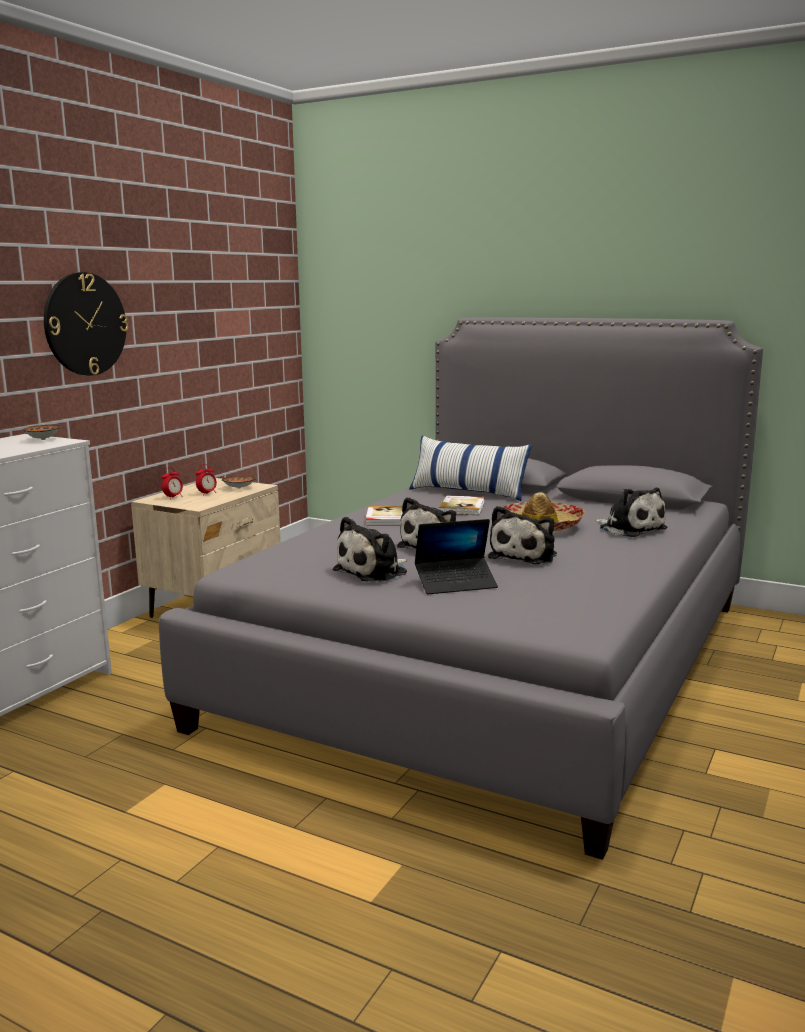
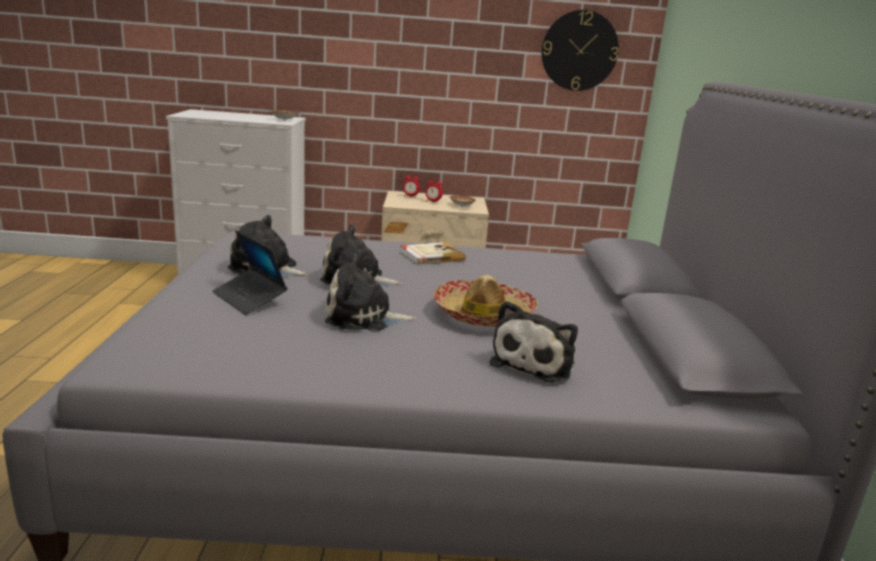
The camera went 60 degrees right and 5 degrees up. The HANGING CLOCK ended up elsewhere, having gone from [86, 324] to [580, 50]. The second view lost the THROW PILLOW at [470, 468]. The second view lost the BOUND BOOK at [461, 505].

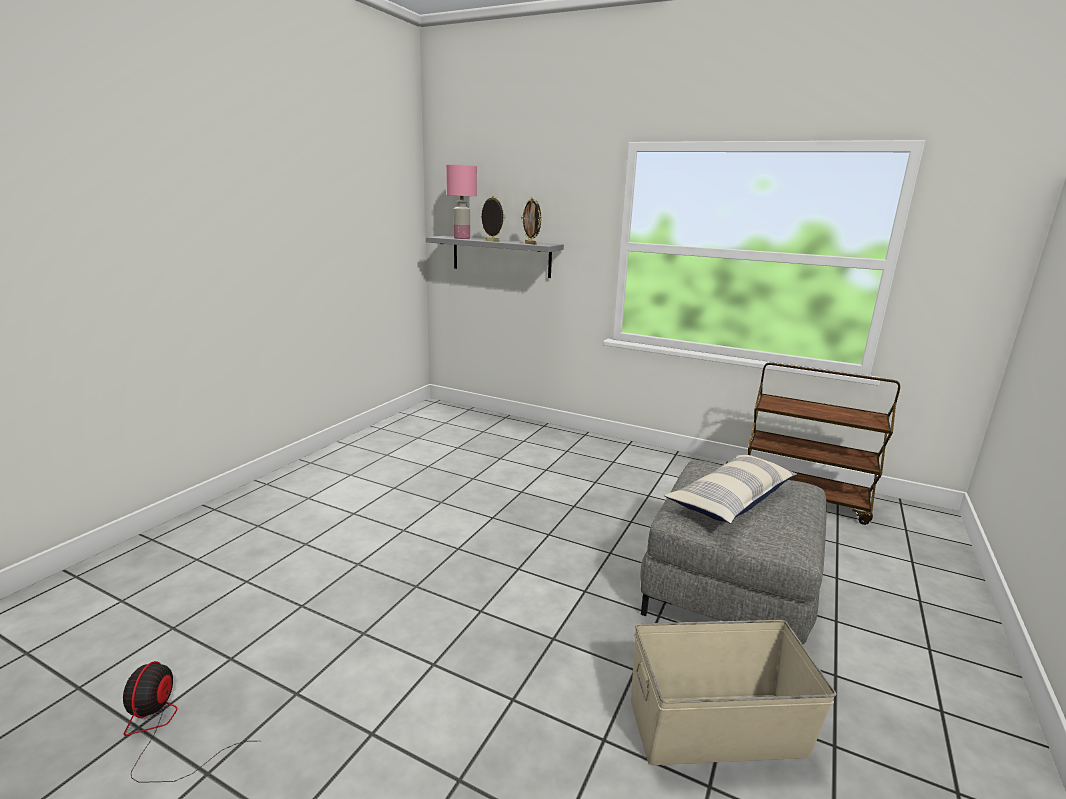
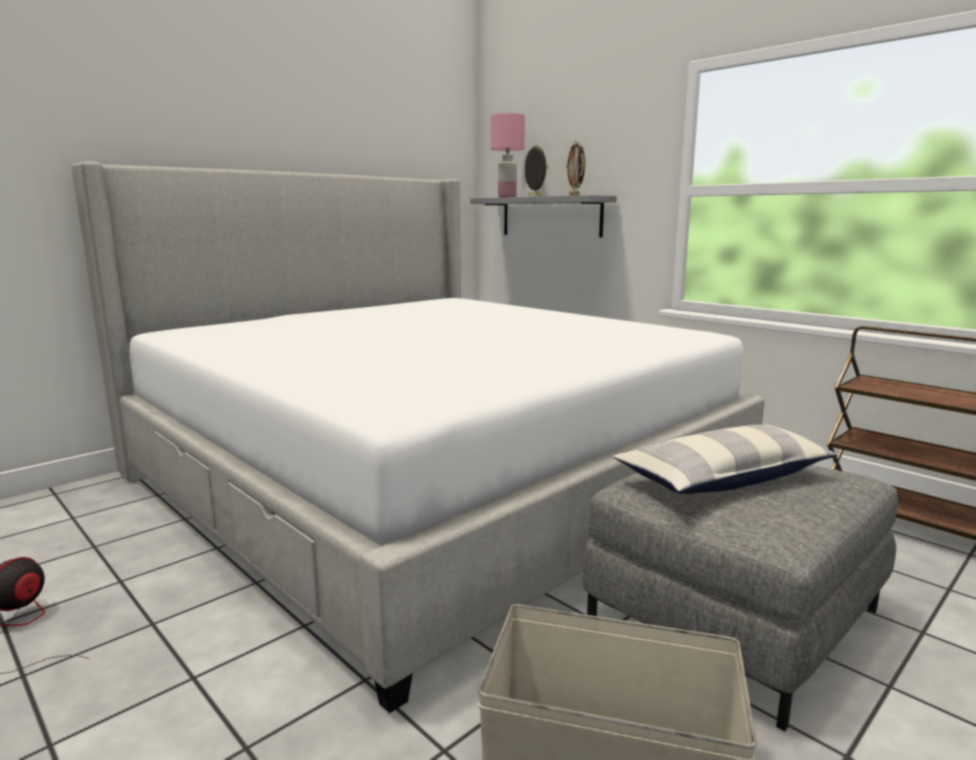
The camera went 20 degrees right and 5 degrees down. The second view gained the BEDROOM BED at [418, 437].

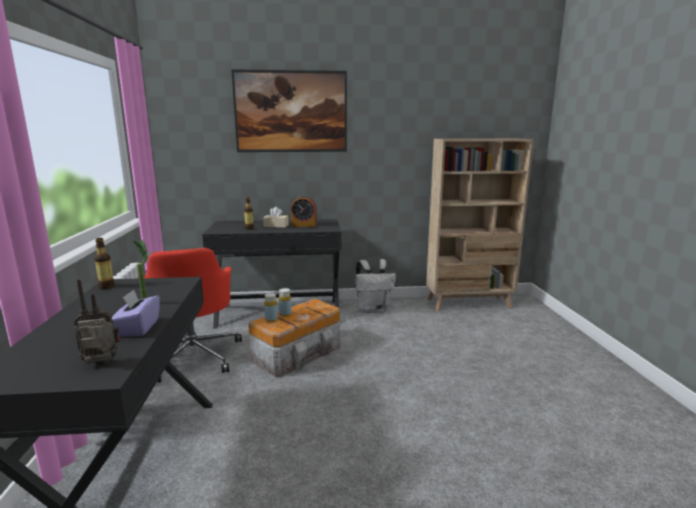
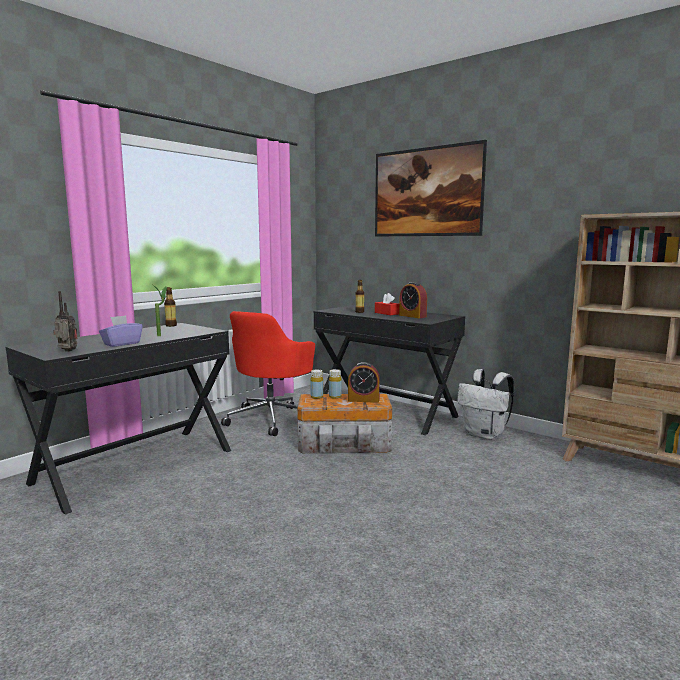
The camera went 45 degrees right and 5 degrees down. The second view gained the ALARM CLOCK at [364, 382]. What was the SAND-COLOURED TISSUE HOLDER at [276, 217] turned into the RED-COLOURED TISSUE HOLDER at [387, 304].

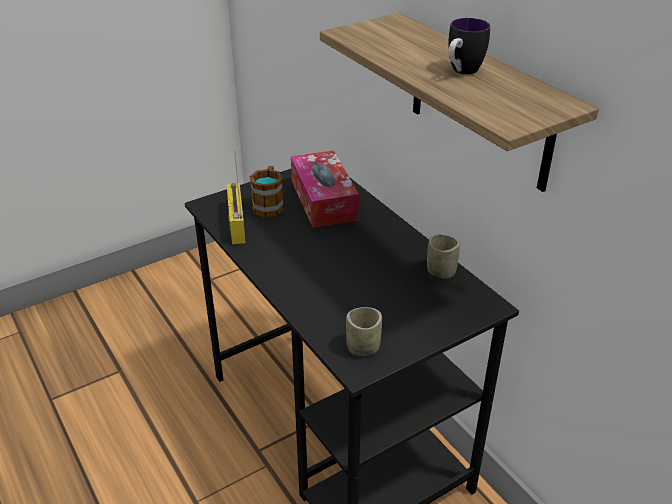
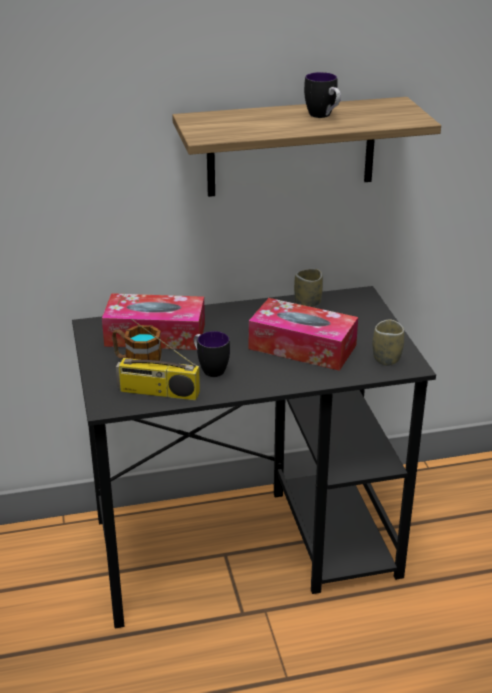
The camera went 70 degrees left and 5 degrees down. The second view gained the TEA MUG at [212, 354]. The second view gained the TISSUE HOLDER at [303, 334].

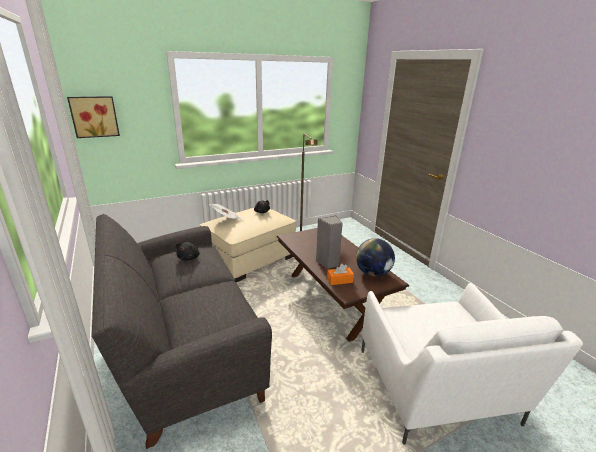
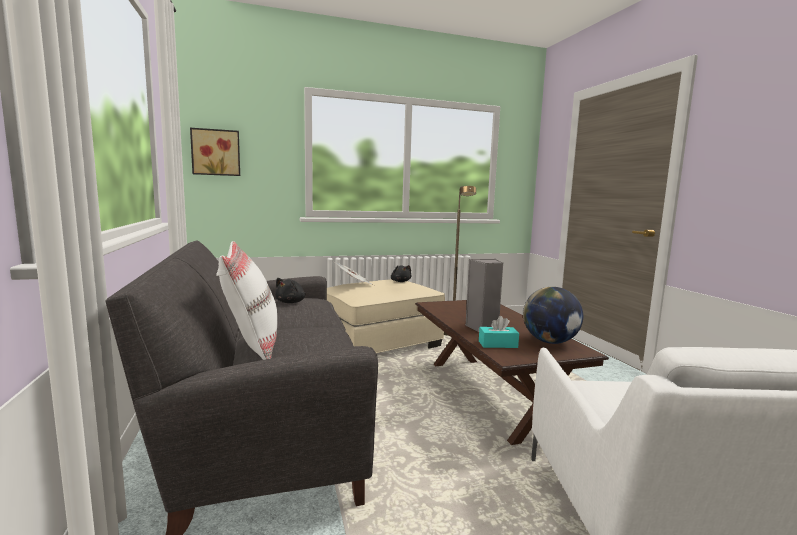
The camera went 10 degrees right and 15 degrees down. The second view gained the WHITE-COLOURED THROW PILLOW at [246, 300]. What was the ORANGEY TISSUE HOLDER at [340, 274] turned into the BLUE-GREEN TISSUE HOLDER at [499, 332].

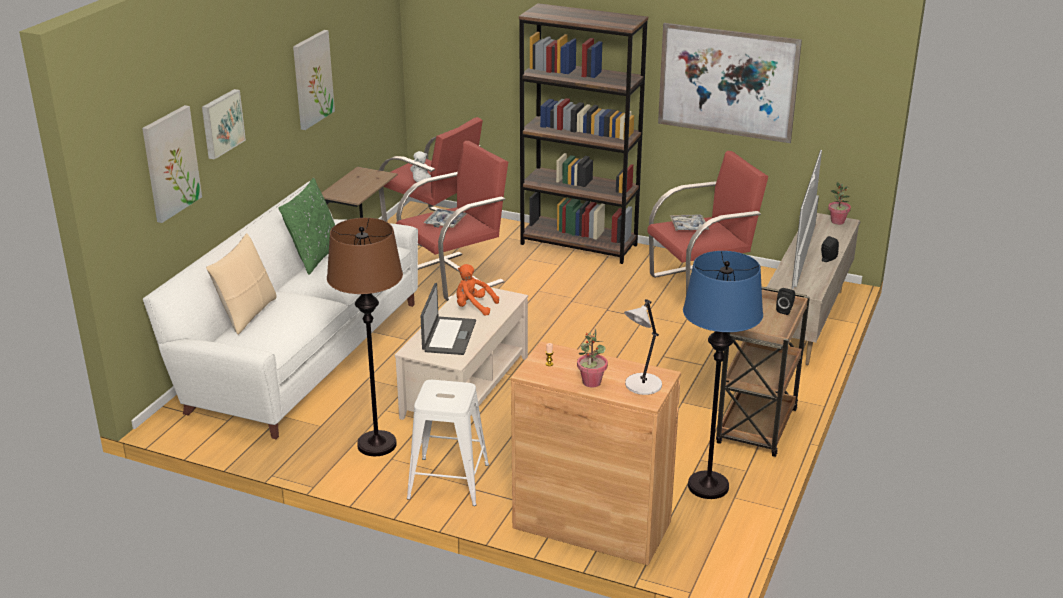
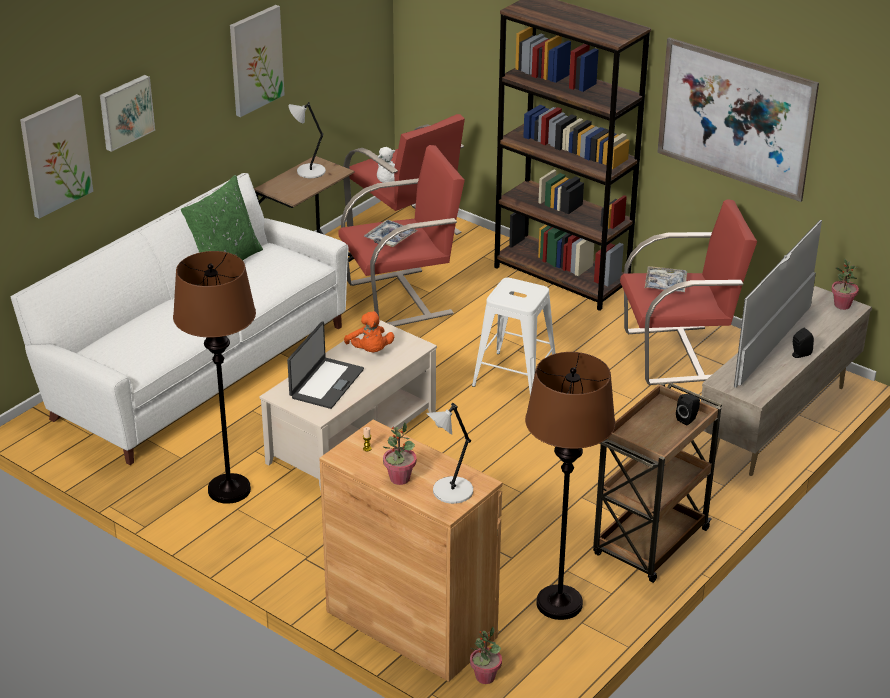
The camera went 15 degrees right and 5 degrees up. The second view gained the GRAY TABLETOP LAMP at [307, 140]. The ORANGEY SOFT TOY at [477, 289] ended up facing another way, 150 degrees counterclockwise from before. The second view gained the PLANT IN A POT at [486, 655]. The WHITE-COLOURED STOOL ended up elsewhere, having gone from [448, 443] to [514, 336]. What was the BLUE STANDARD LAMP at [723, 375] turned into the BROWN STANDARD LAMP at [570, 486]. The second view lost the SAND-COLOURED THROW PILLOW at [241, 283].

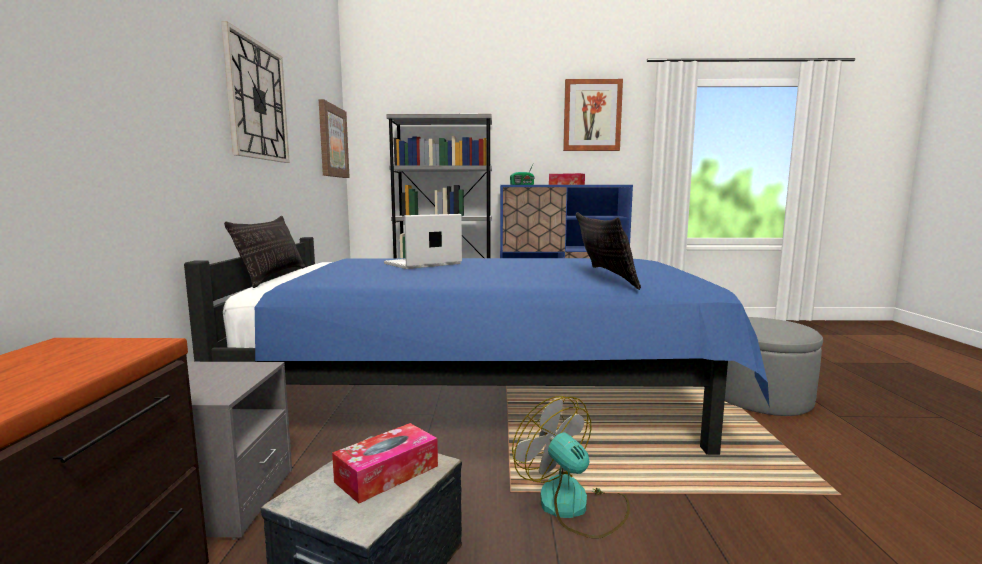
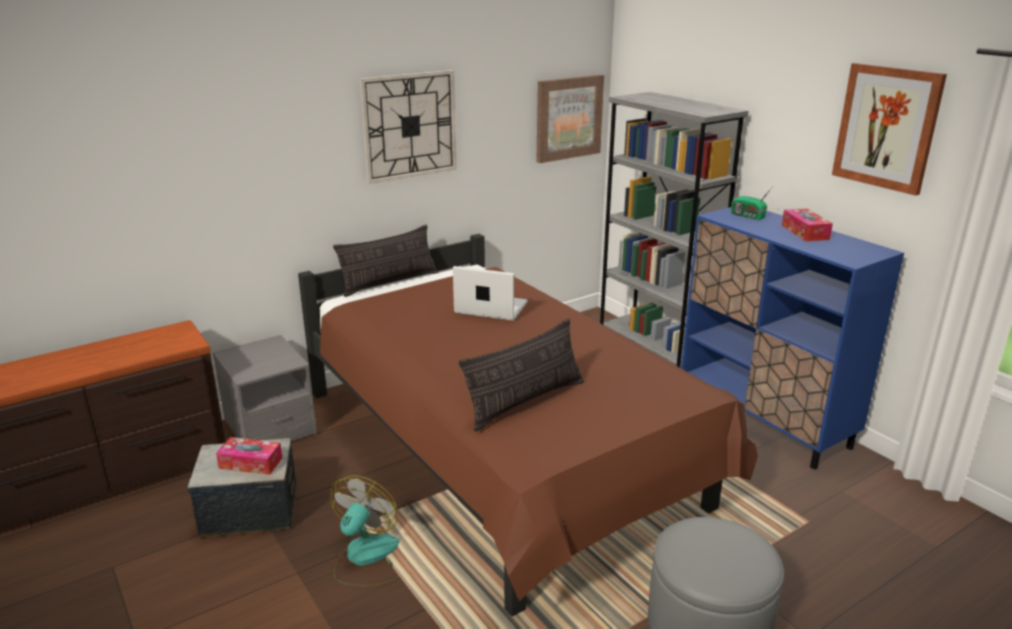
The camera went 55 degrees right and 15 degrees up. What was the BLUE BEDROOM BED at [477, 346] turned into the BROWN BEDROOM BED at [528, 425].

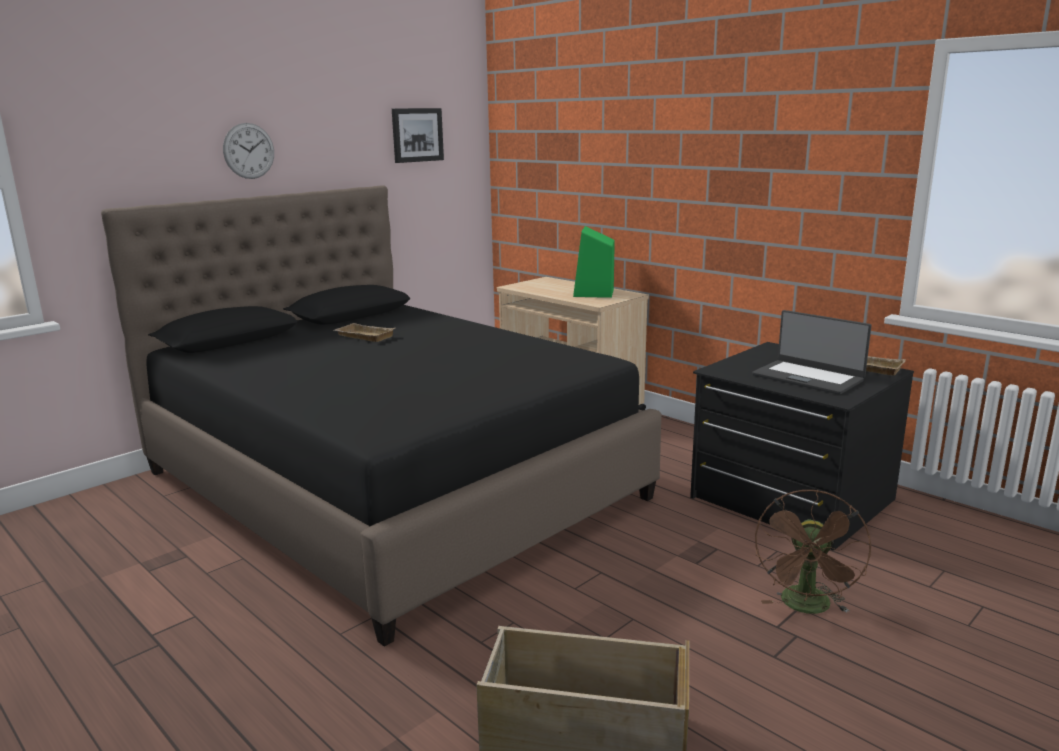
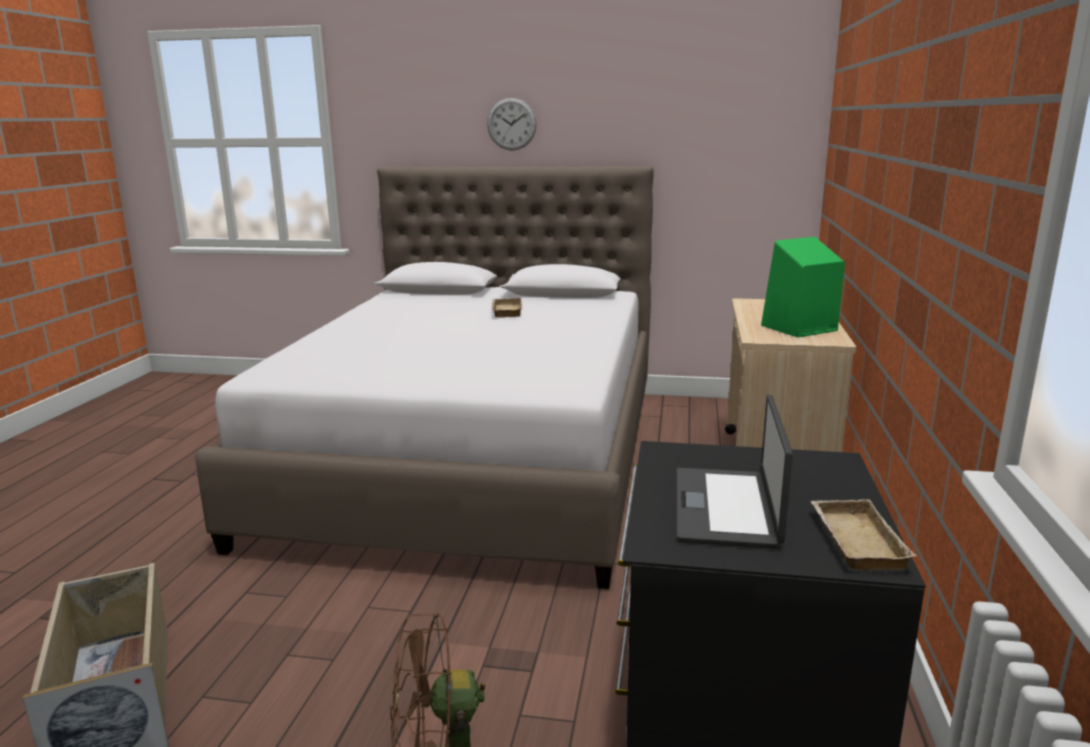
The camera went 55 degrees right and 0 degrees up. What was the BLACK-COLOURED BEDROOM BED at [381, 416] turned into the WHITE-COLOURED BEDROOM BED at [424, 377]. The second view lost the WALL ART at [418, 135].

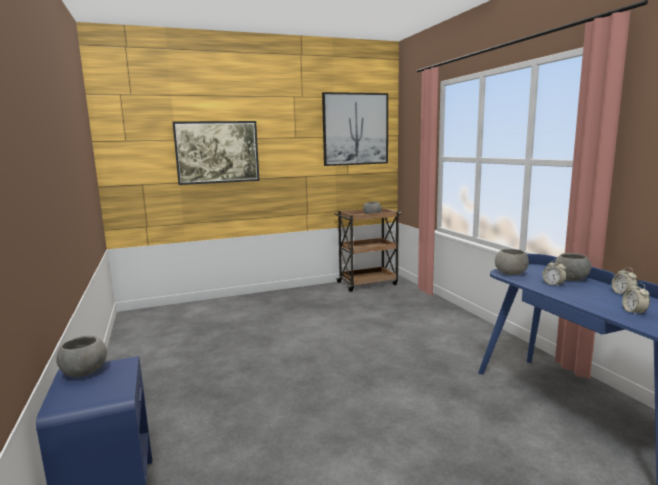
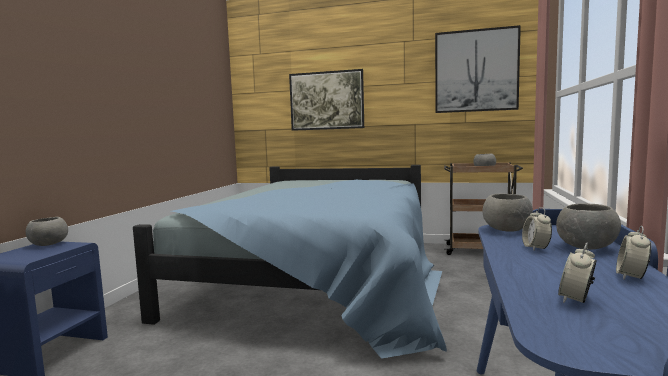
The camera went 35 degrees right and 5 degrees down. The second view gained the BLUE BEDROOM BED at [290, 262].

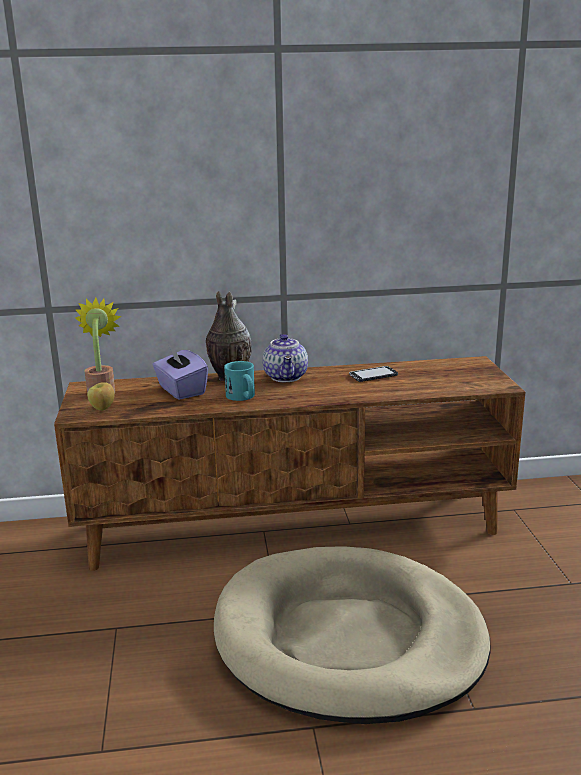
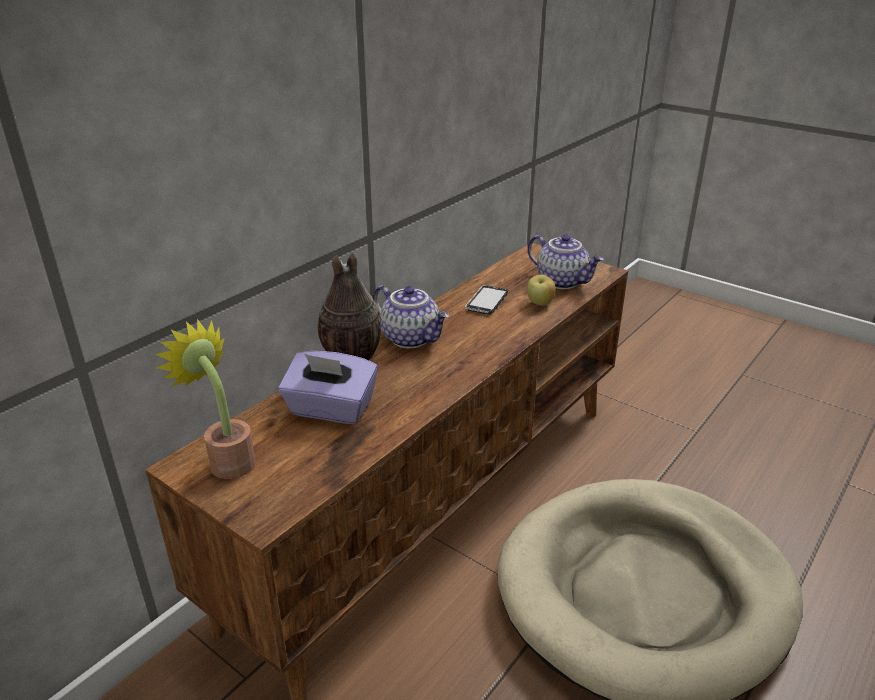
The camera went 45 degrees left and 10 degrees up. The second view gained the TEAPOT at [565, 261]. The APPLE FRUIT ended up elsewhere, having gone from [101, 396] to [541, 290]. The second view lost the BLUE-GREEN TEA MUG at [239, 381].

